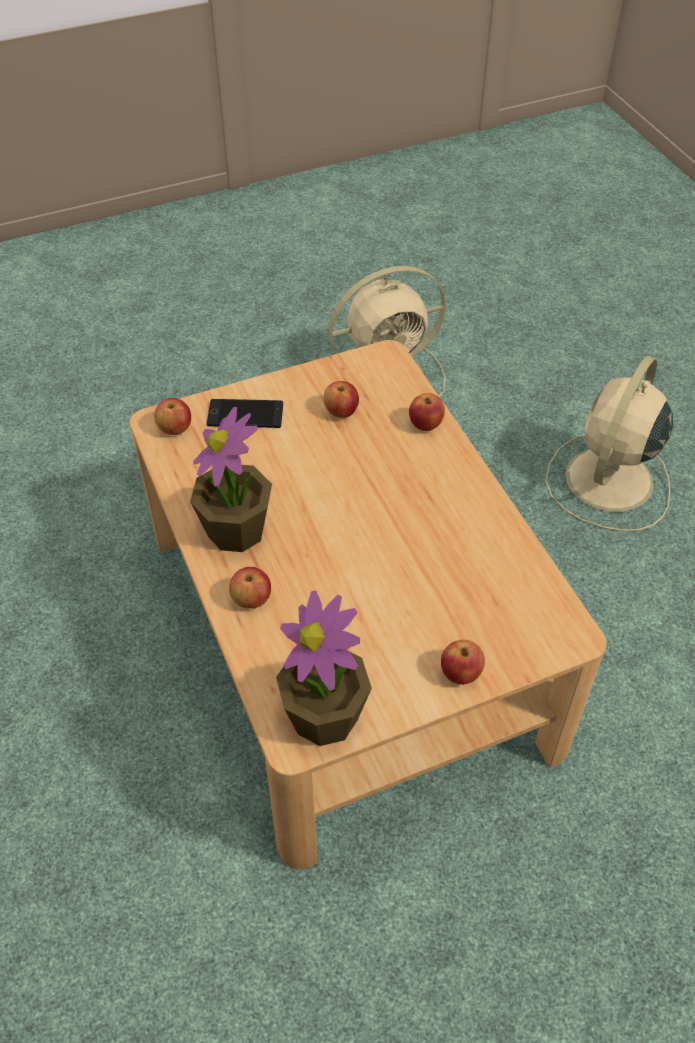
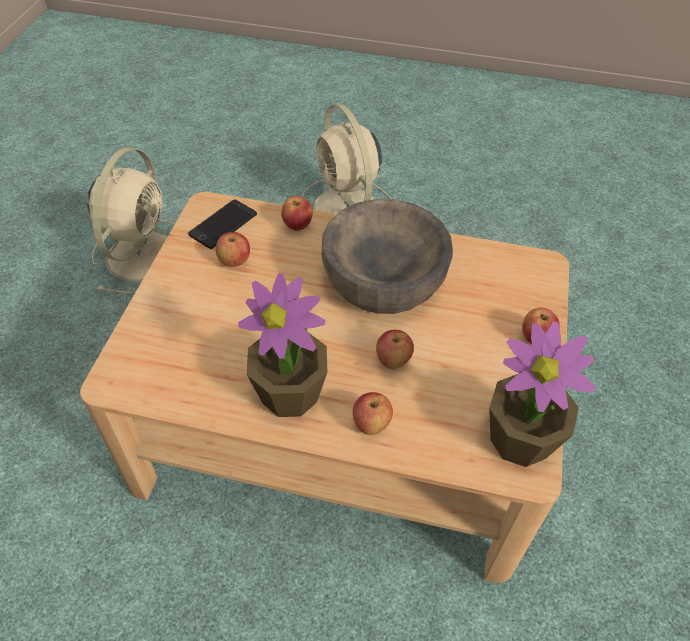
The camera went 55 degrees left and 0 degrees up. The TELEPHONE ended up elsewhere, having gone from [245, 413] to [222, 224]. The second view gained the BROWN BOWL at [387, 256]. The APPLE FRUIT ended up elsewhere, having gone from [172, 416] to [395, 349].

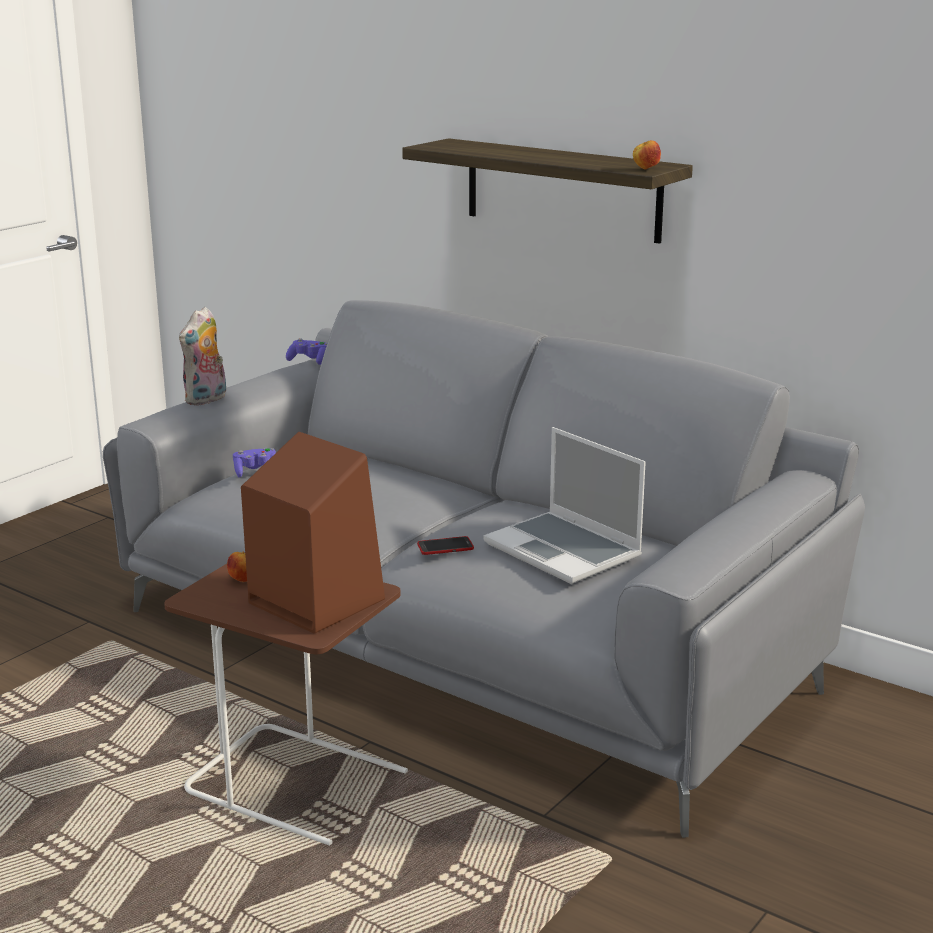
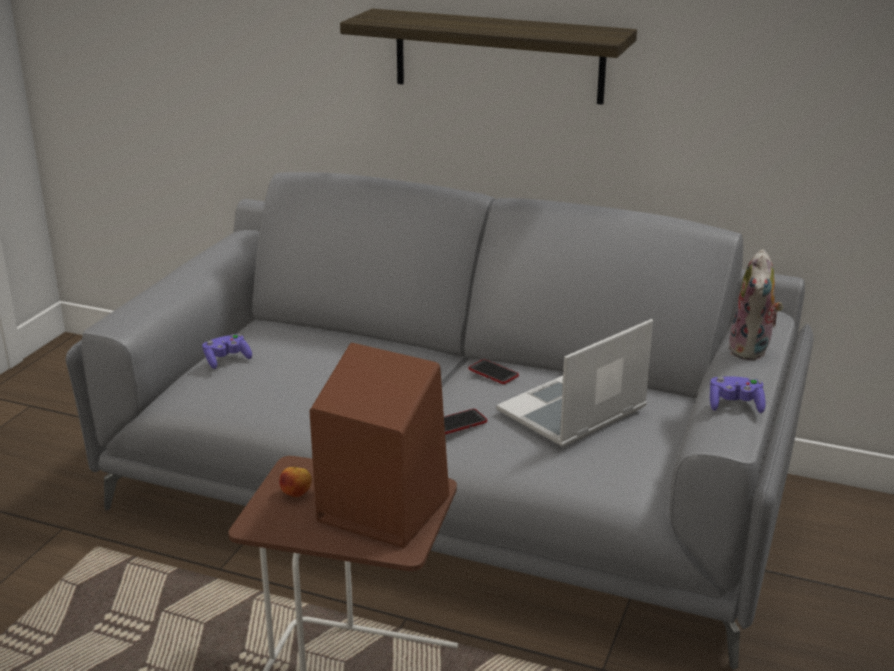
The camera went 15 degrees left and 5 degrees up. The second view gained the TELEPHONE at [493, 371]. The PORTABLE COMPUTER at [564, 505] ended up facing another way, 105 degrees clockwise from before. The PURPLE GAME CONTROLLER ended up elsewhere, having gone from [306, 351] to [738, 394]. The SOFT TOY ended up elsewhere, having gone from [202, 356] to [756, 304]. The second view lost the APPLE FRUIT at [647, 154].

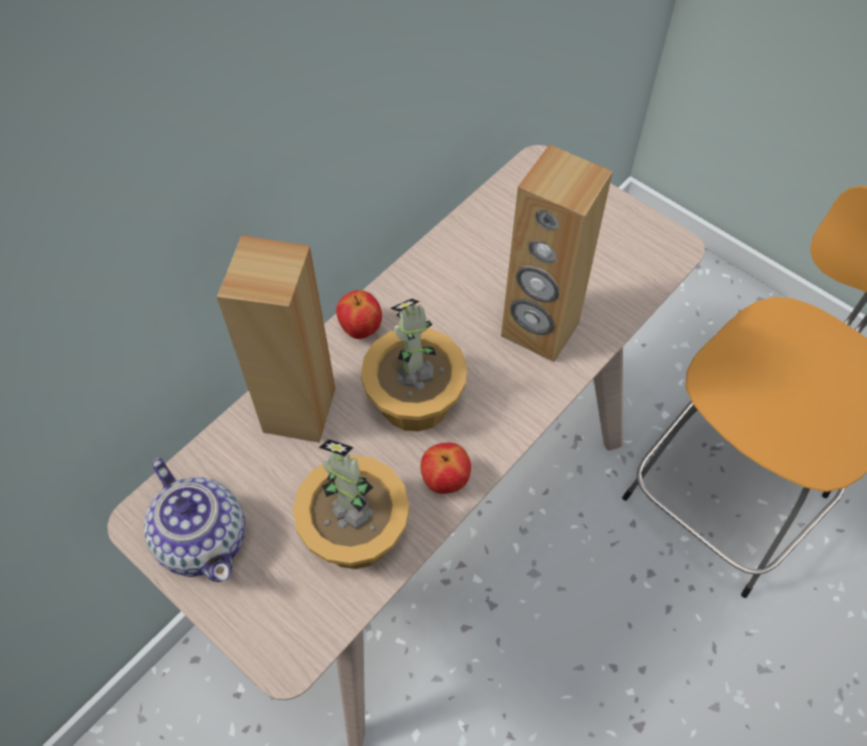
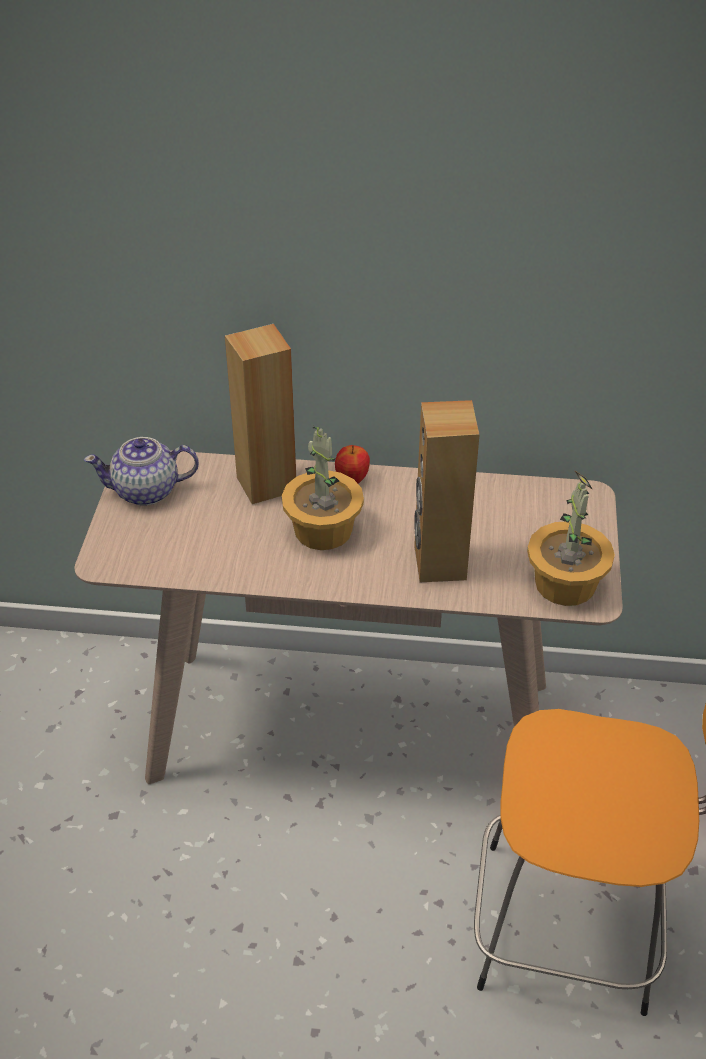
The camera went 55 degrees right and 15 degrees down. The TEAPOT at [194, 520] ended up facing another way, 60 degrees clockwise from before. The PLANT IN A POT ended up elsewhere, having gone from [351, 504] to [571, 538]. The second view lost the APPLE FRUIT at [446, 468].

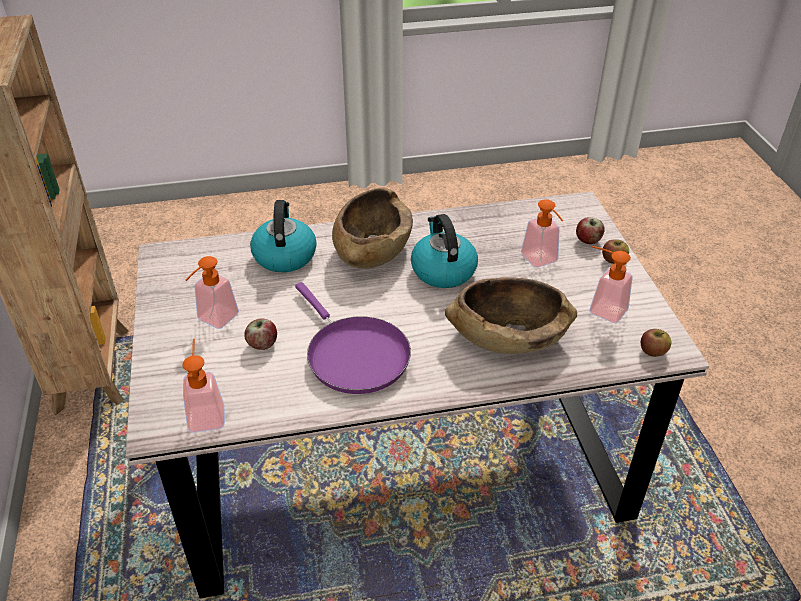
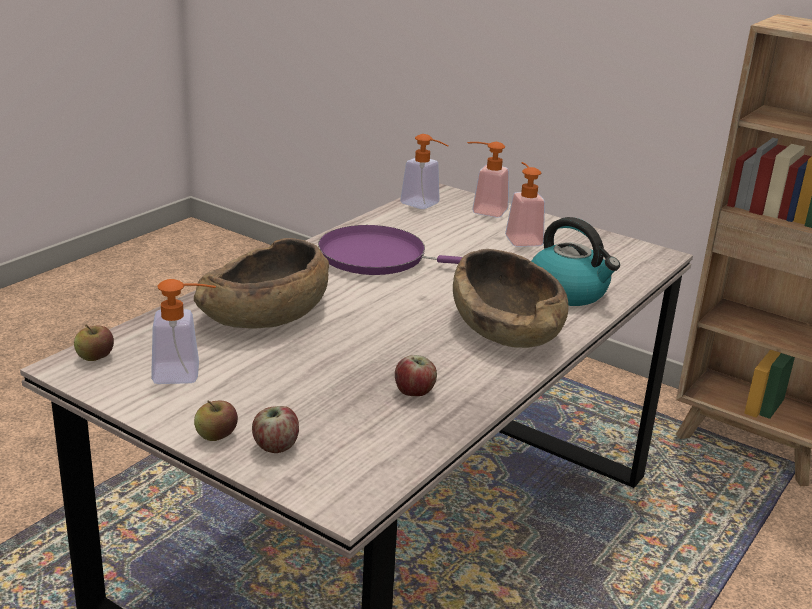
The camera went 135 degrees right and 15 degrees down. The APPLE FRUIT ended up elsewhere, having gone from [260, 334] to [416, 375]. The LIQUID SOAP BOTTLE ended up elsewhere, having gone from [542, 233] to [488, 180]. The second view lost the WATER KETTLE at [444, 251].

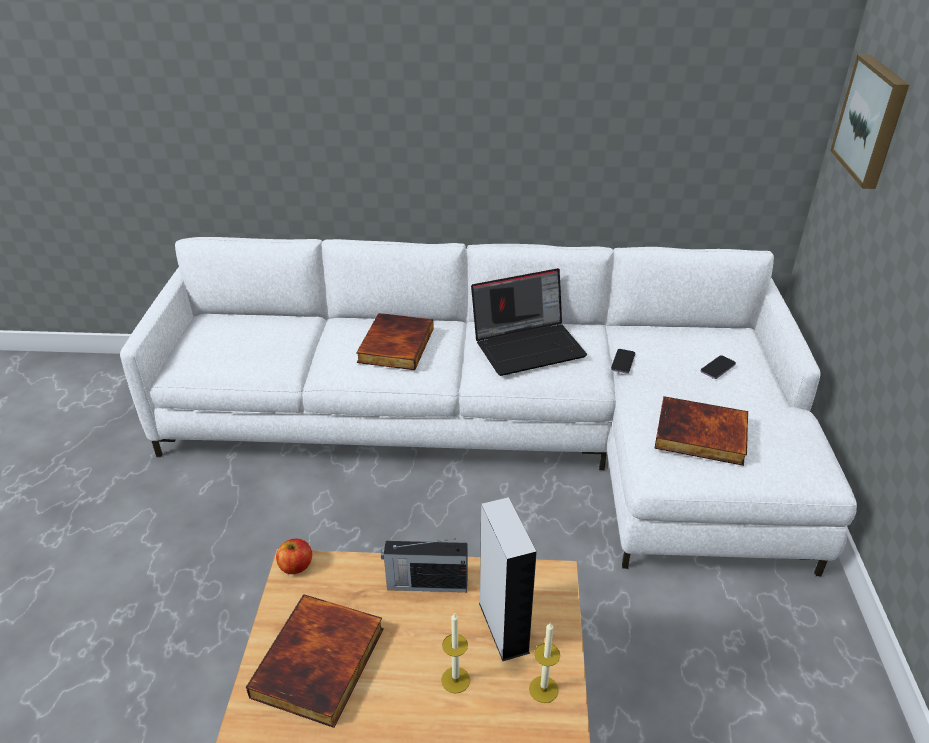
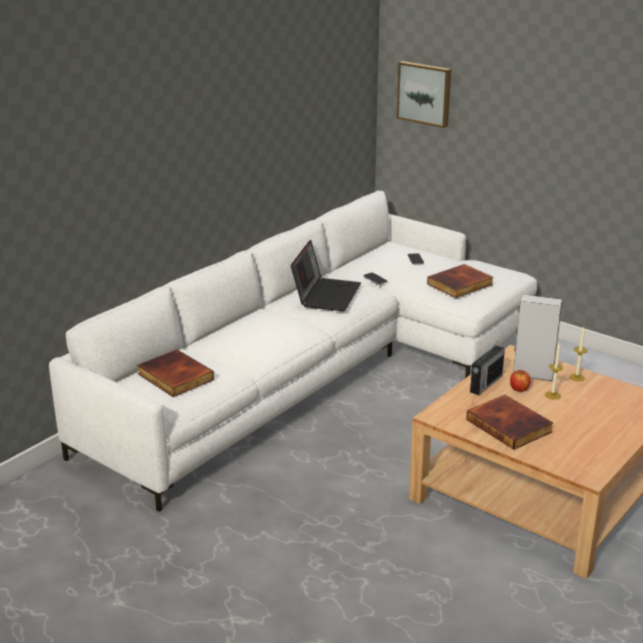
The camera went 55 degrees left and 10 degrees down. The BOUND BOOK ended up elsewhere, having gone from [395, 341] to [175, 373]. The APPLE FRUIT ended up elsewhere, having gone from [294, 556] to [520, 381].

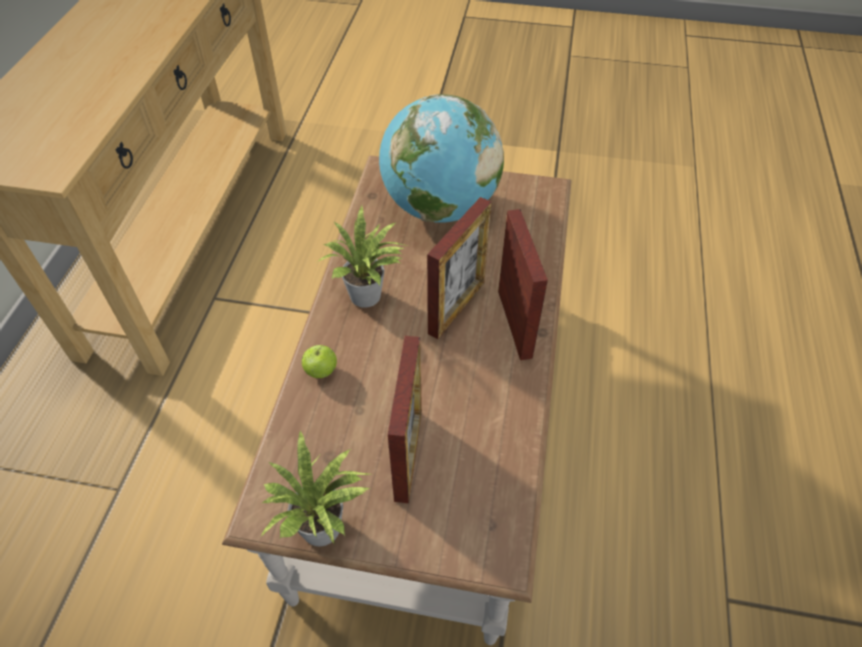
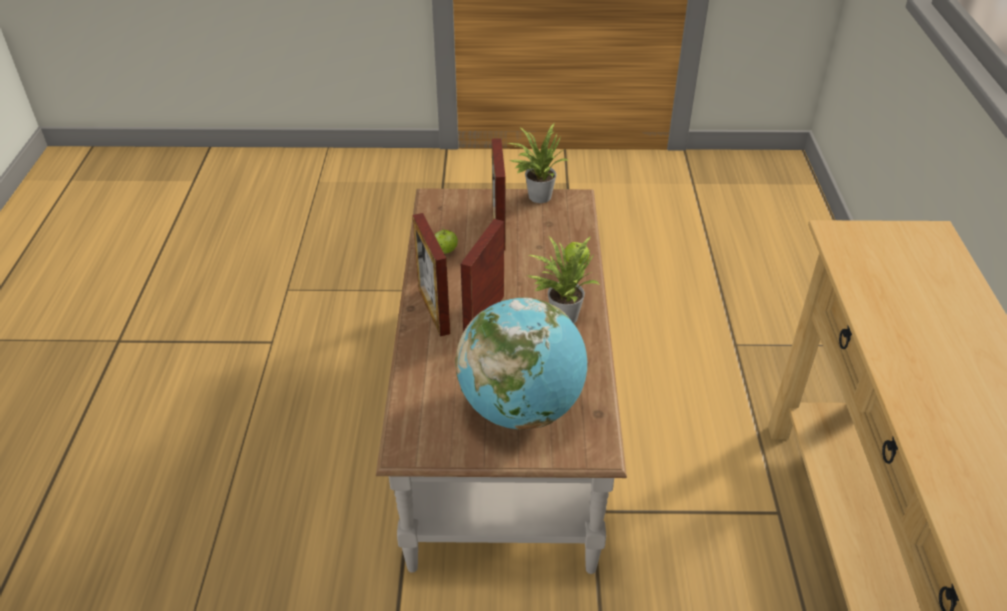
The camera went 170 degrees right and 10 degrees down. The second view gained the APPLE FRUIT at [446, 241].

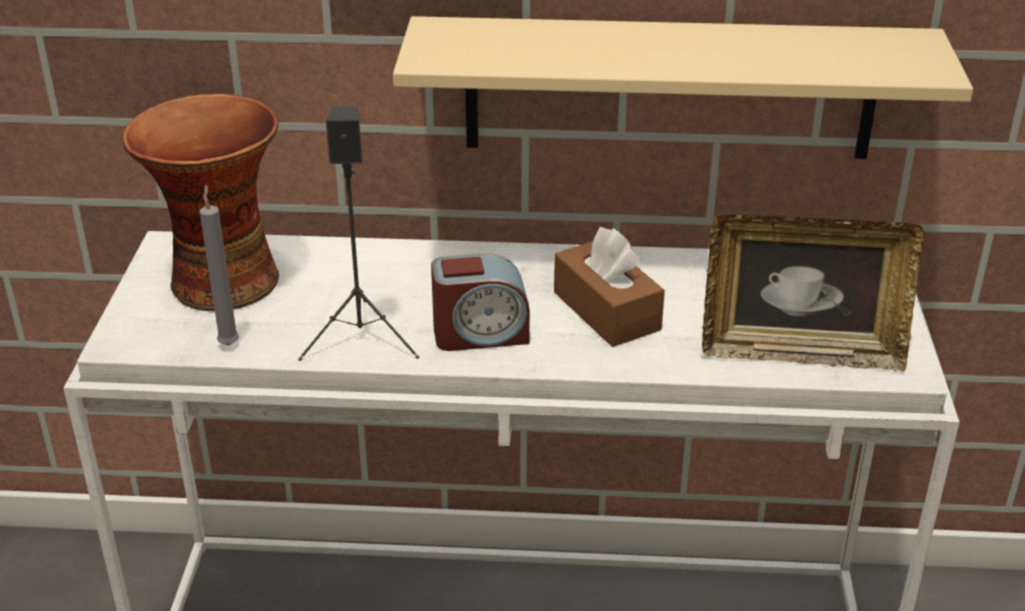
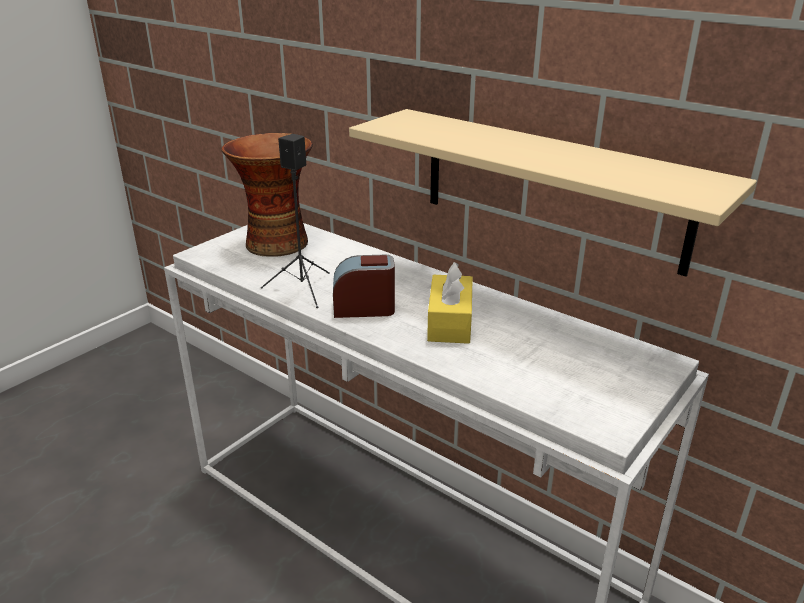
The camera went 35 degrees right and 5 degrees down. The ALARM CLOCK at [480, 302] ended up facing another way, 150 degrees clockwise from before. What was the BROWN TISSUE HOLDER at [609, 287] turned into the YELLOW TISSUE HOLDER at [450, 303]. The second view lost the GRAY CANDLE at [219, 264]. The second view lost the PICTURE FRAME at [813, 293].

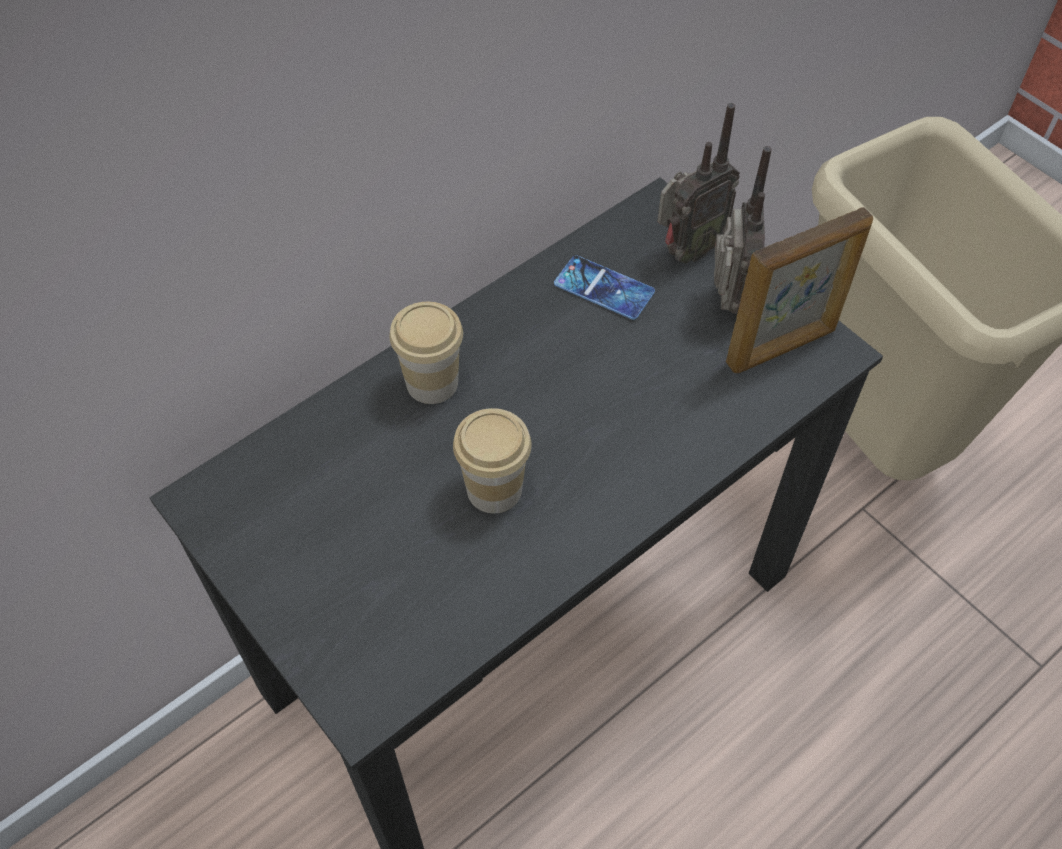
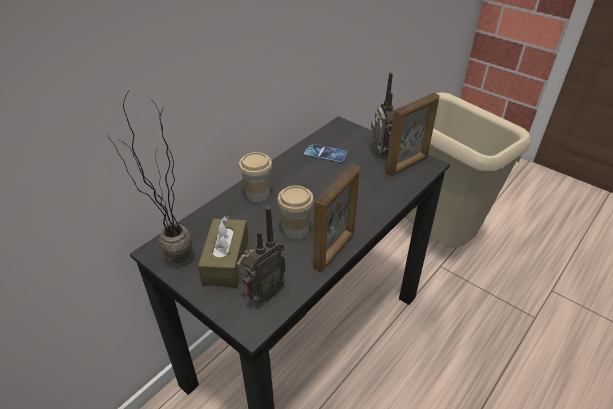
The camera went 10 degrees left and 15 degrees down. The second view gained the PLANT IN A POT at [149, 176]. The second view gained the BROWN TISSUE HOLDER at [223, 251]. The RADIO RECEIVER ended up elsewhere, having gone from [698, 183] to [261, 254]. The second view gained the PICTURE FRAME at [336, 218].

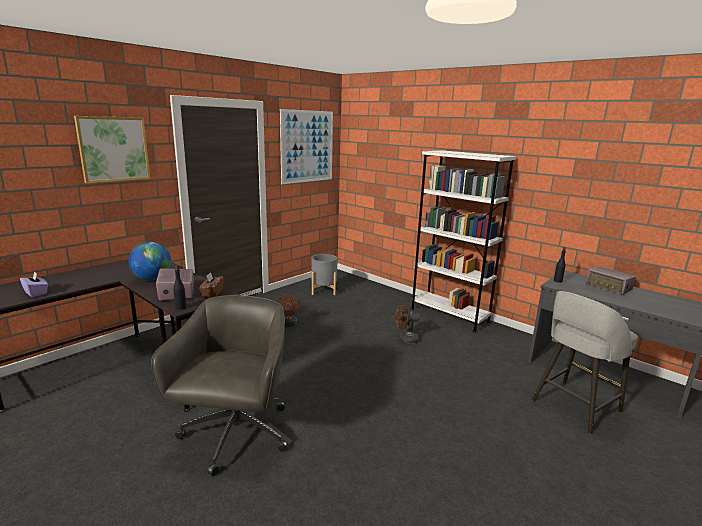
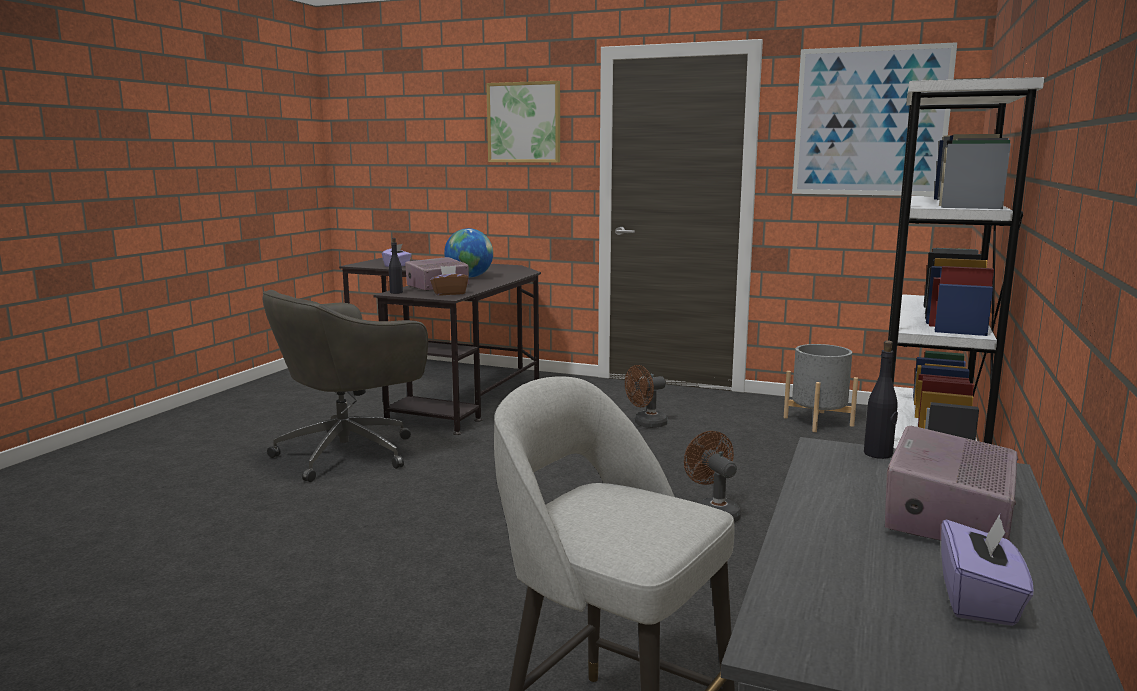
The camera went 70 degrees right and 5 degrees down. The GRAY COMPUTER CHAIR at [219, 385] ended up facing another way, 150 degrees clockwise from before. The second view gained the PURPLE TISSUE HOLDER at [987, 570].

